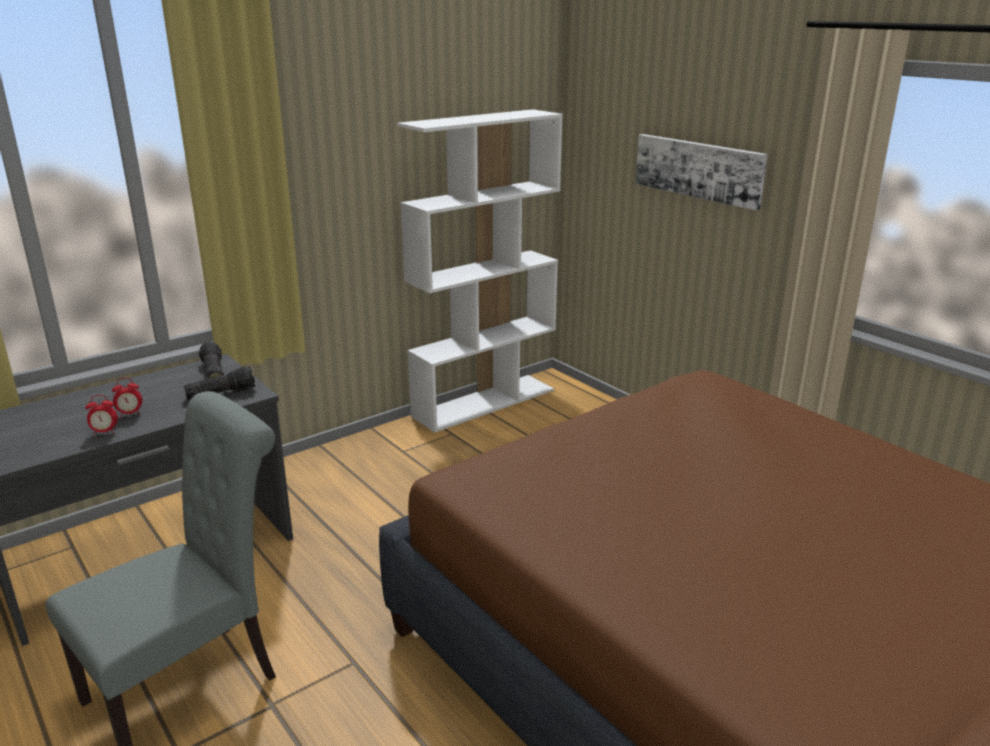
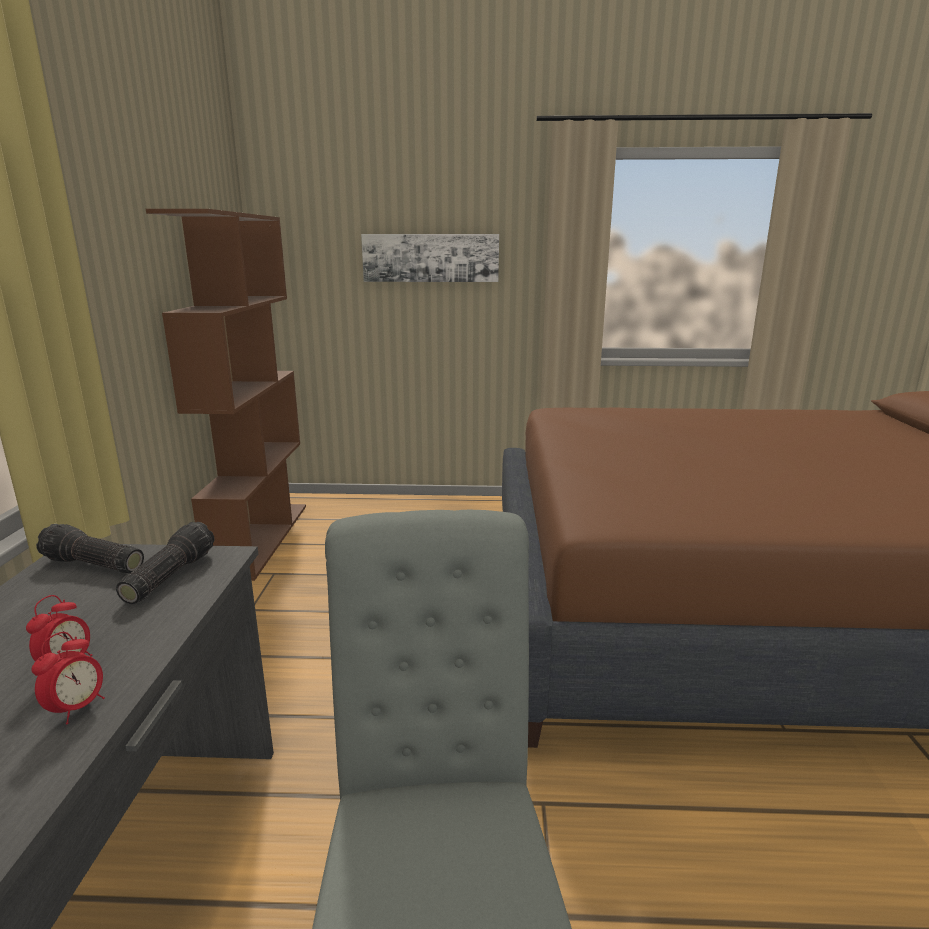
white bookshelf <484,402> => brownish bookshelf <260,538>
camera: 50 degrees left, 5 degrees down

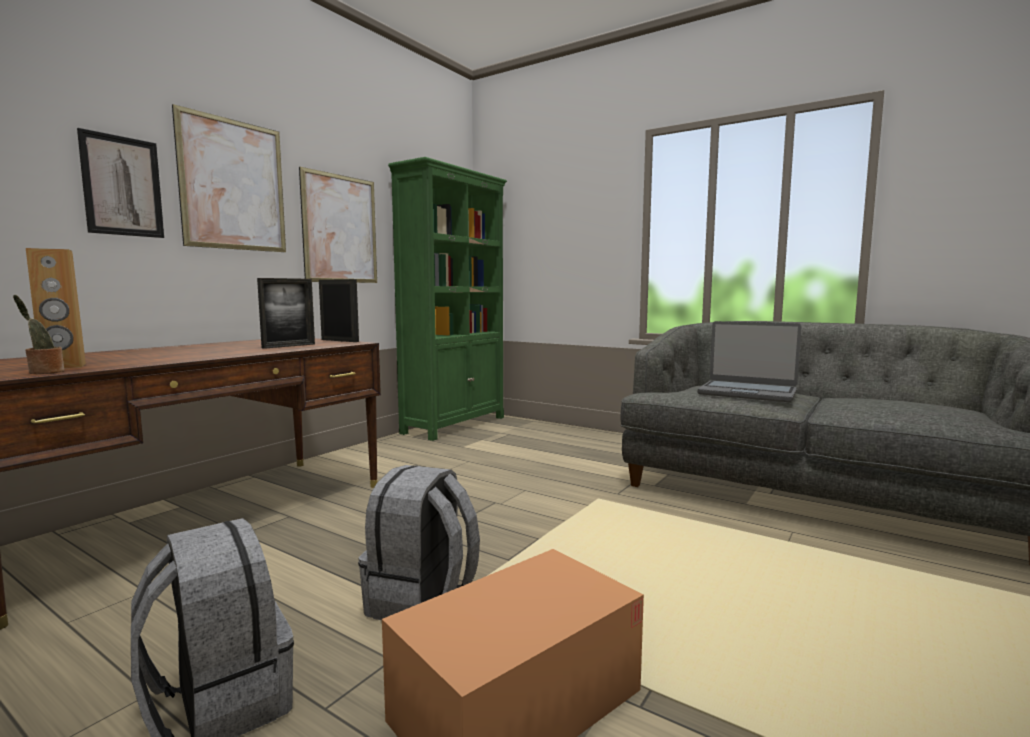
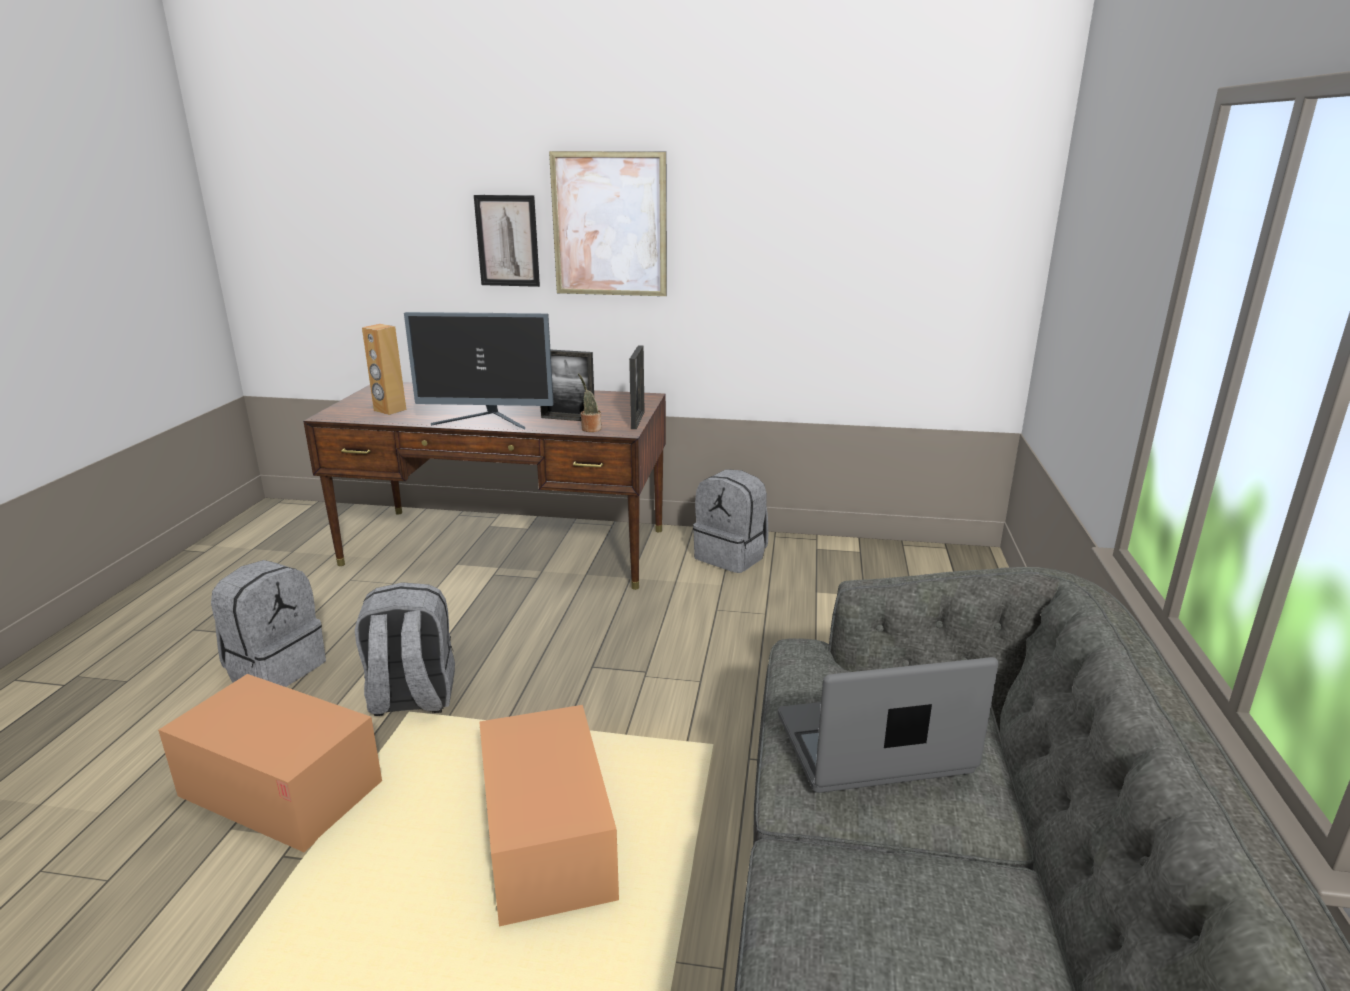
nothing => computer display <487,421>
nothing => carton <547,839>
plant in a pot <44,372> => plant in a pot <590,428>, moved
nothing => grey knapsack <732,556>
laptop <747,393> => laptop <873,746>, 75 degrees clockwise
picture <340,229> => nothing
greenish bookshelf <455,425> => nothing
camera: 65 degrees right, 15 degrees up

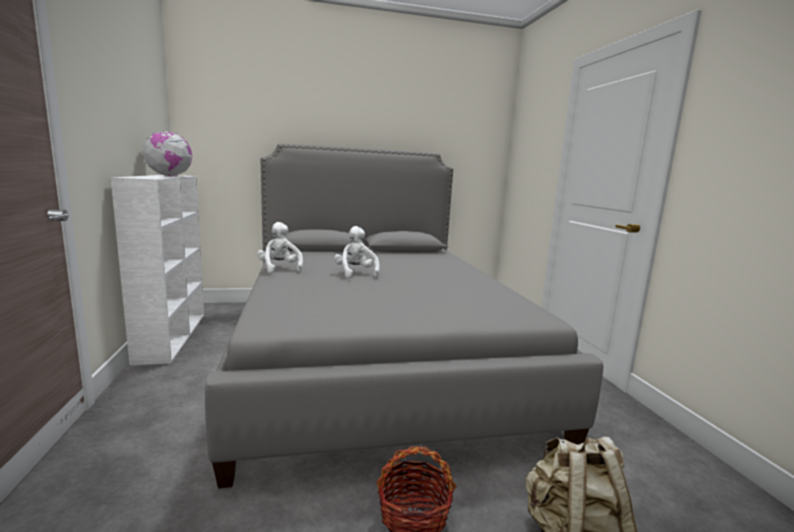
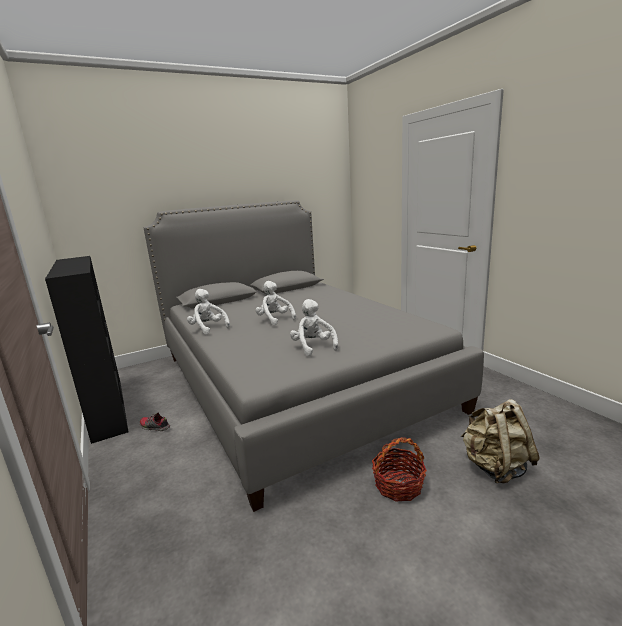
white bookshelf <172,336> => blackish bookshelf <107,408>
nothing => item of footwear <154,427>
nothing => white plush toy <313,347>
desk globe <169,176> => nothing
camera: 15 degrees left, 5 degrees up

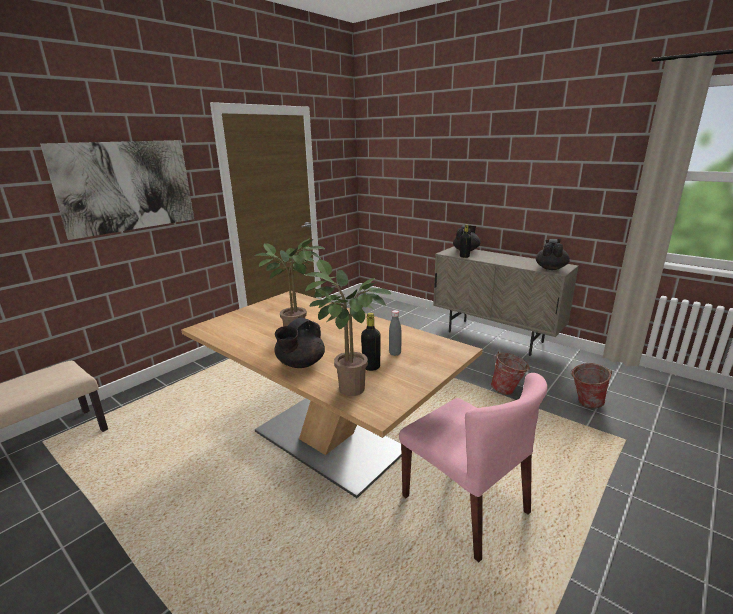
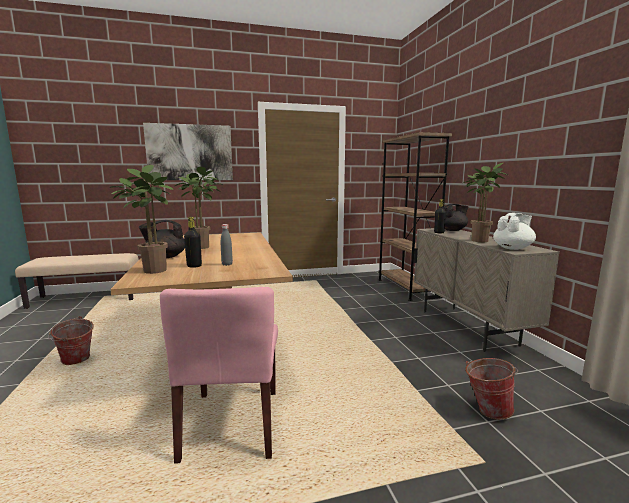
bucket <508,391> => bucket <76,362>, moved
nothing => brownish bookshelf <405,288>
nothing => plant in a pot <478,240>
blackish teapot <550,268> => white teapot <513,248>
camera: 35 degrees right, 10 degrees down

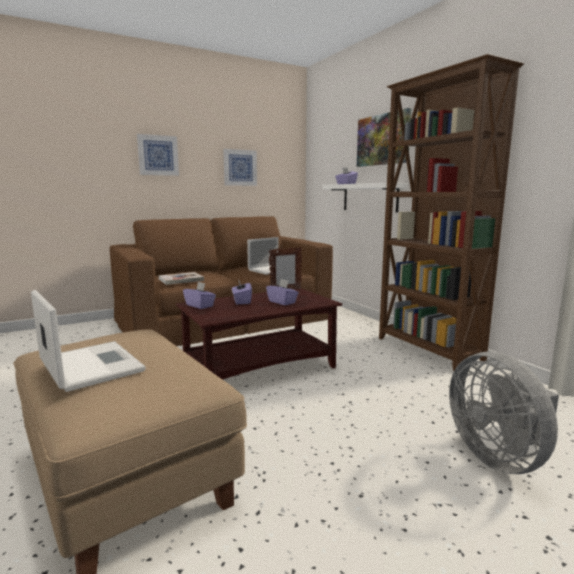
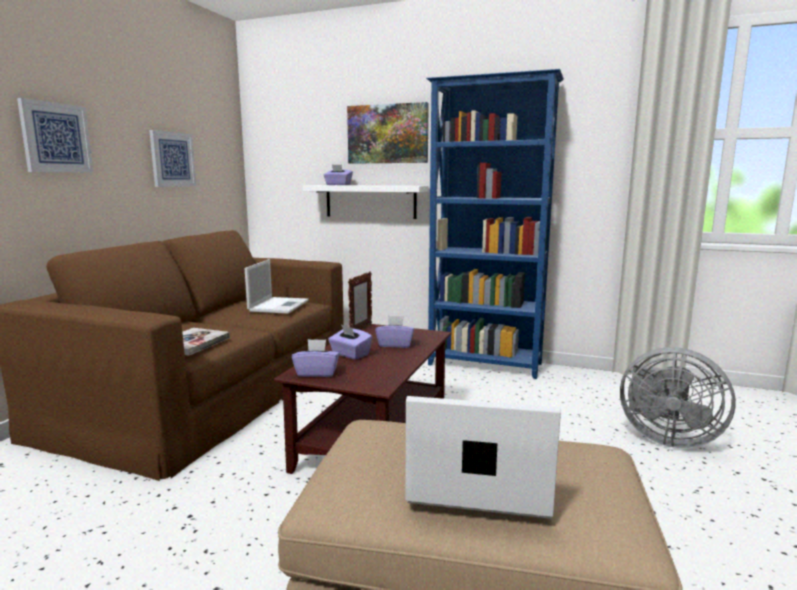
brownish bookshelf <428,350> => bluish bookshelf <485,365>
camera: 40 degrees left, 0 degrees up

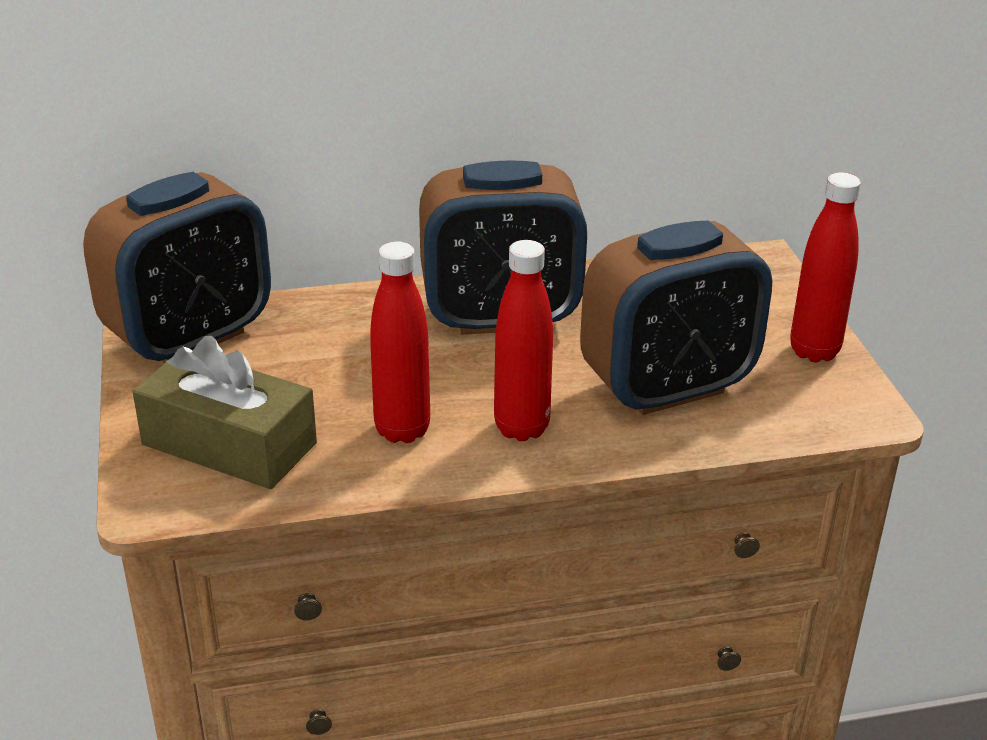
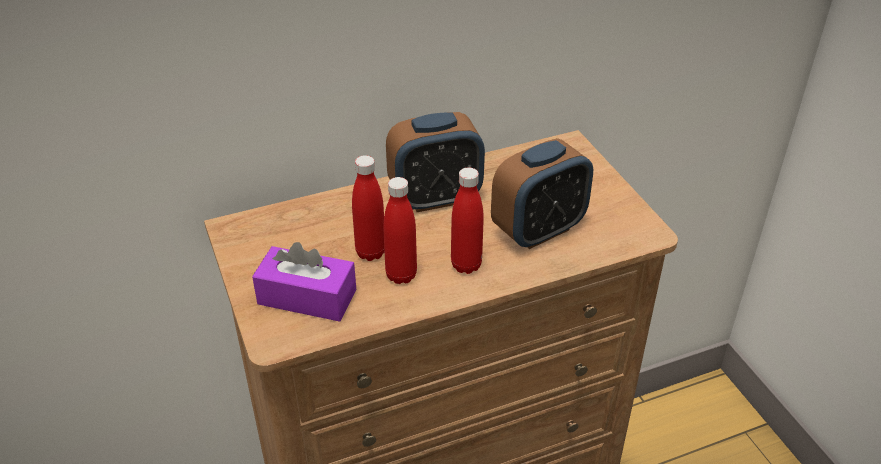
brownish tissue box <229,444> => purple tissue box <307,297>
red beverage bottle <814,351> => red beverage bottle <370,252>, moved
table clock <191,336> => nothing
camera: 10 degrees left, 5 degrees up

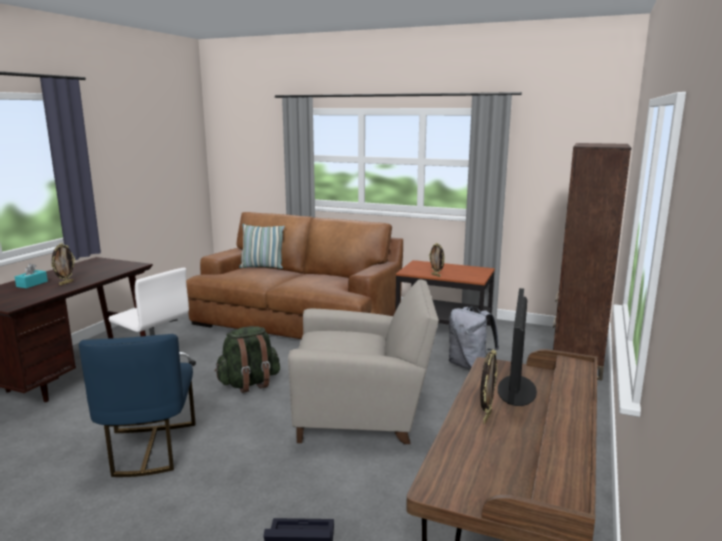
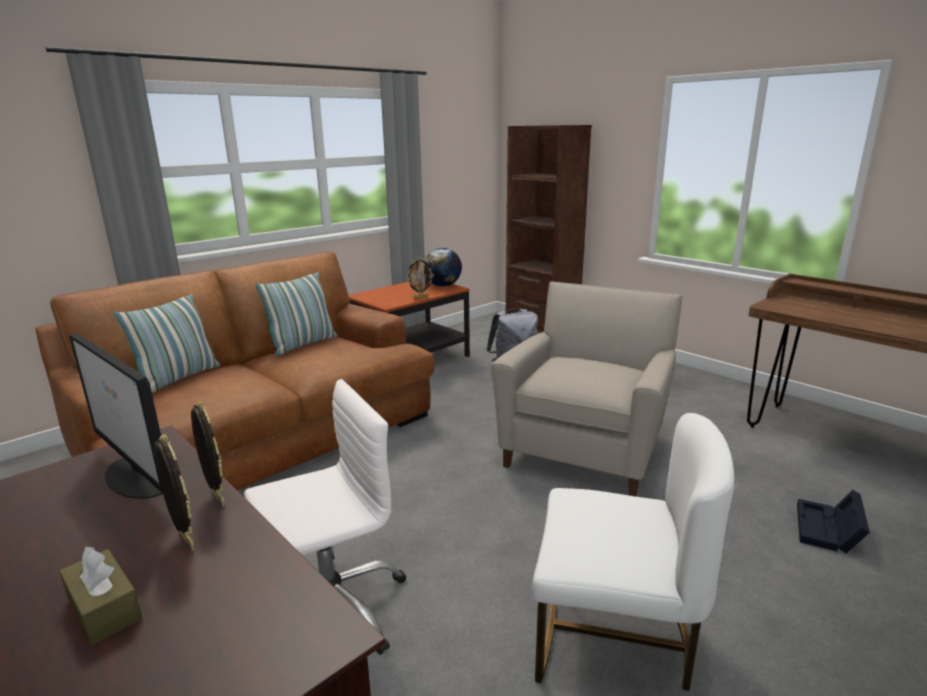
turquoise tissue box <32,284> => brownish tissue box <104,609>
computer display <516,390> => computer display <140,476>, moved
picture frame <486,417> => picture frame <216,498>, moved
nothing => throw pillow <302,345>
nothing => desk globe <443,286>
bluish upright chair <149,449> => white upright chair <613,637>
greenish knapsack <249,383> => nothing
camera: 65 degrees left, 5 degrees up

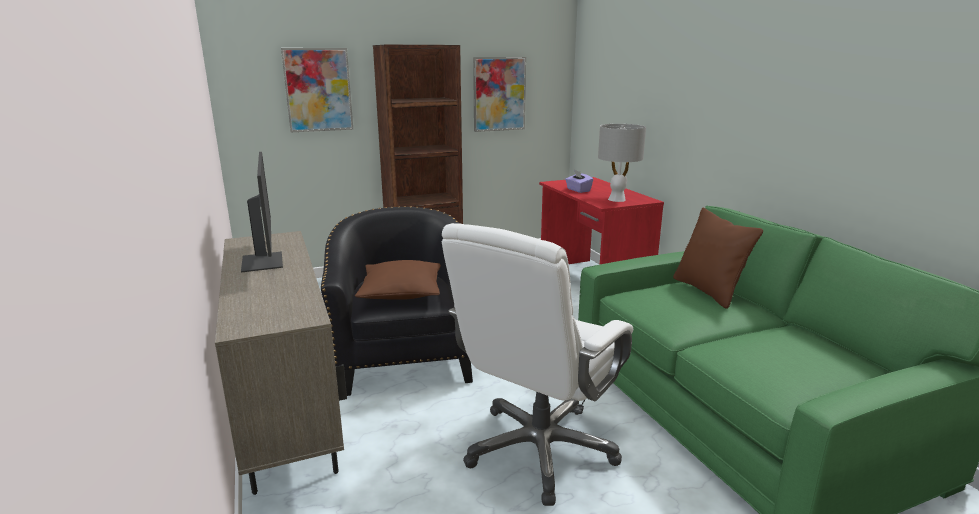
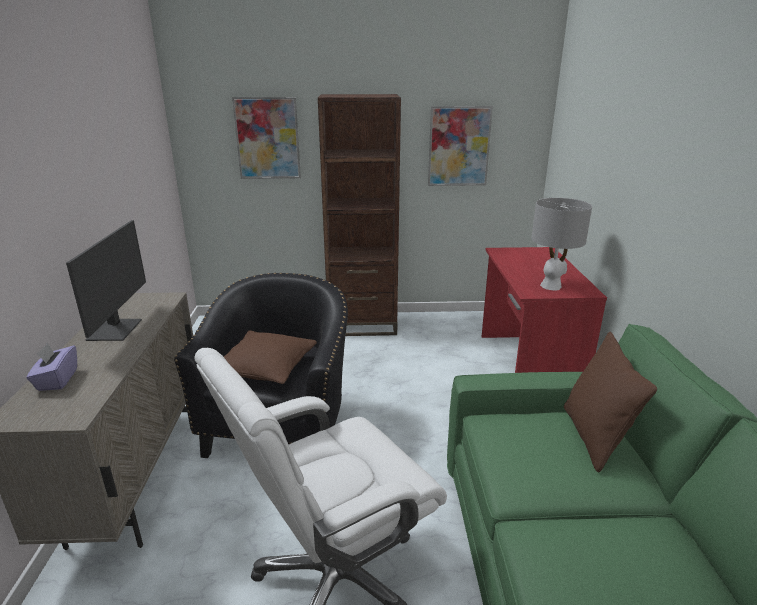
purple tissue box <578,190> => purple tissue box <57,380>, moved
camera: 20 degrees right, 5 degrees up

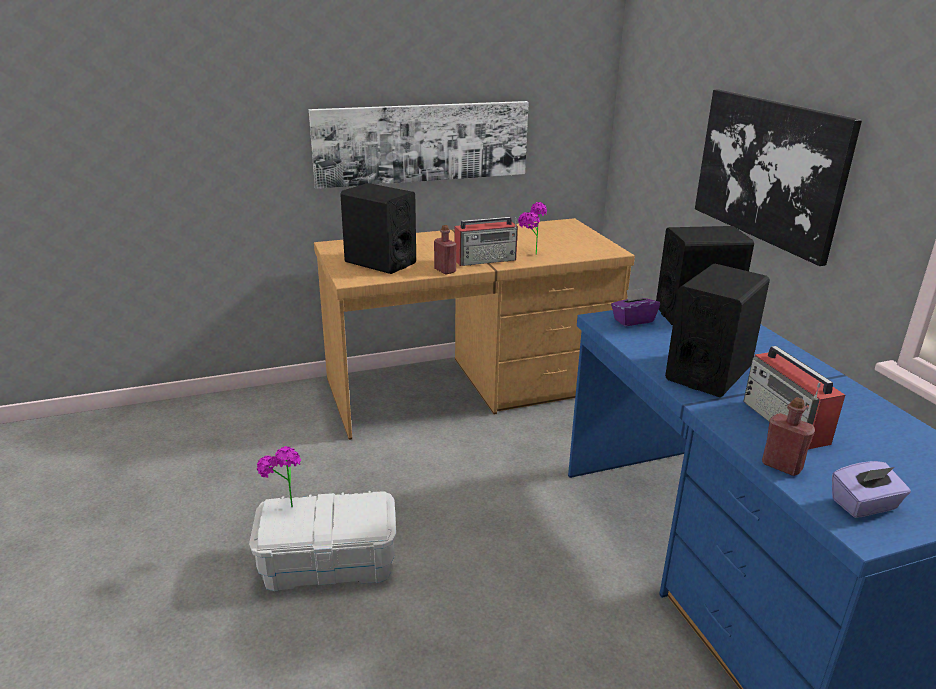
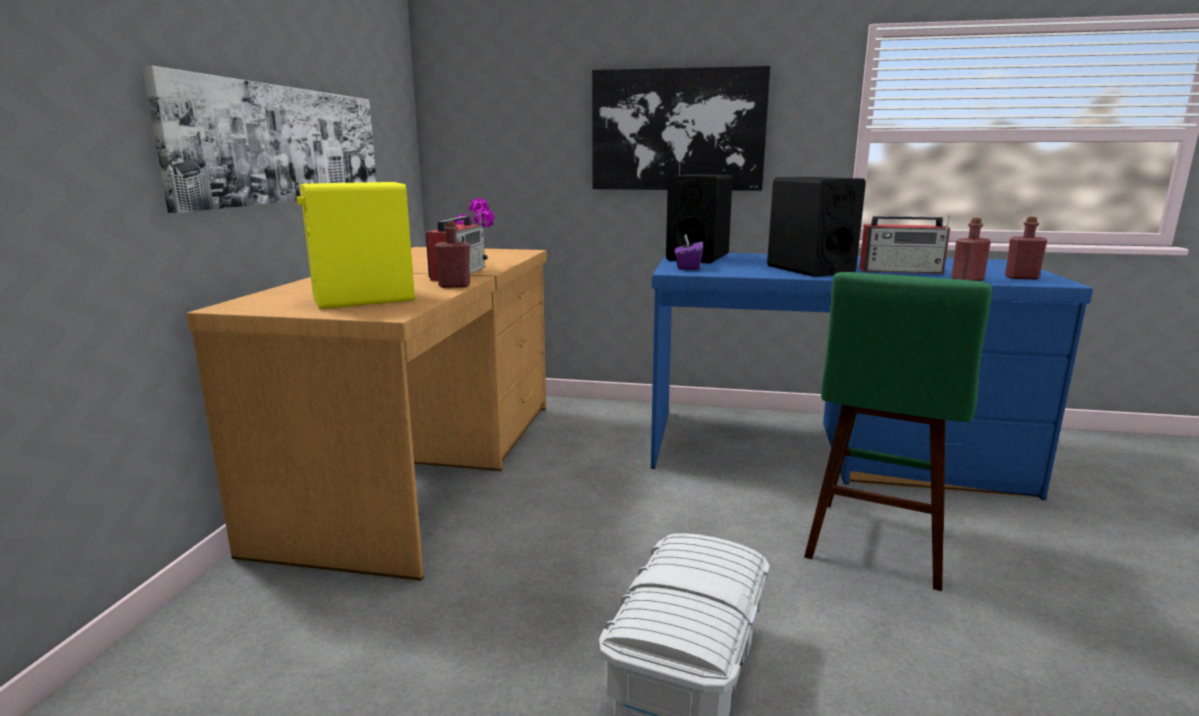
blackish audio speaker <380,262> => yellowish audio speaker <362,299>
nothing => greenish stool <875,546>
purple tissue box <864,505> => red beverage bottle <1021,277>
plant in a pot <285,503> => nothing
camera: 60 degrees left, 10 degrees down

